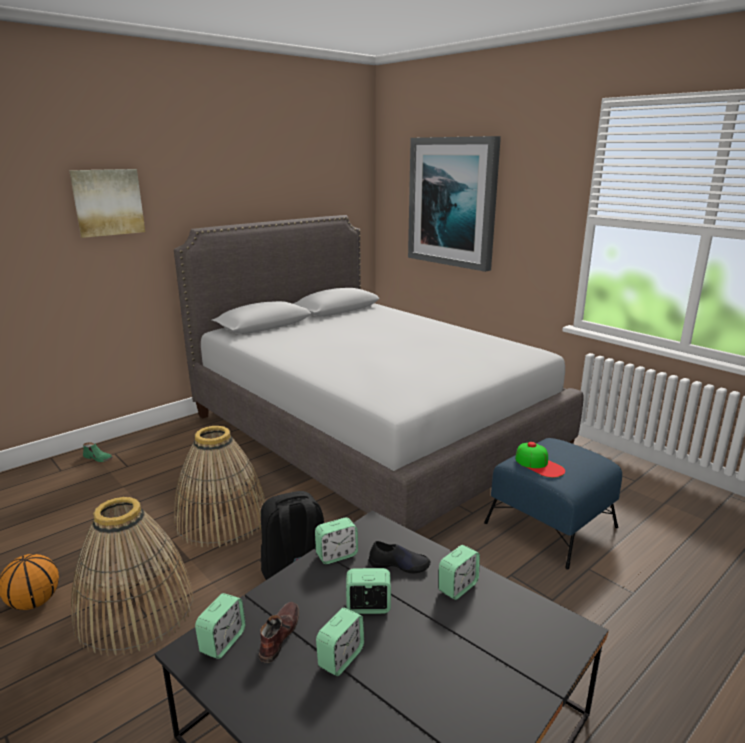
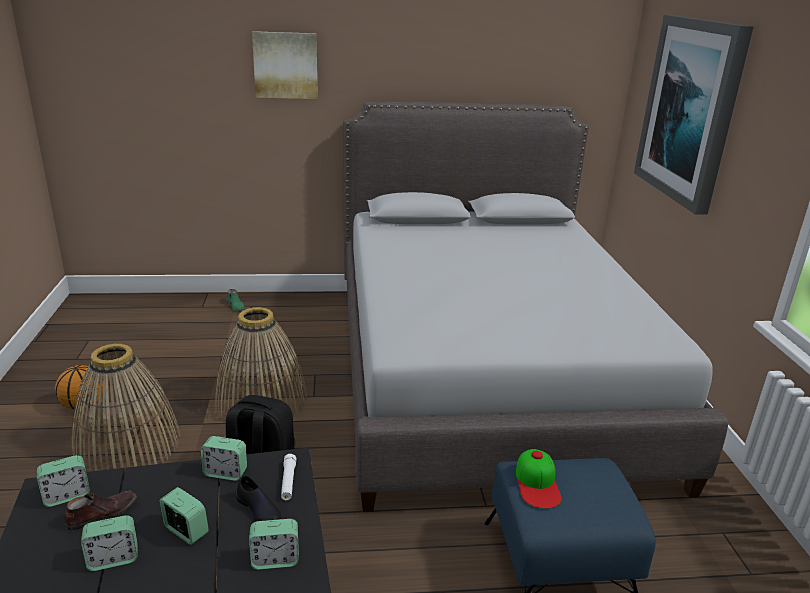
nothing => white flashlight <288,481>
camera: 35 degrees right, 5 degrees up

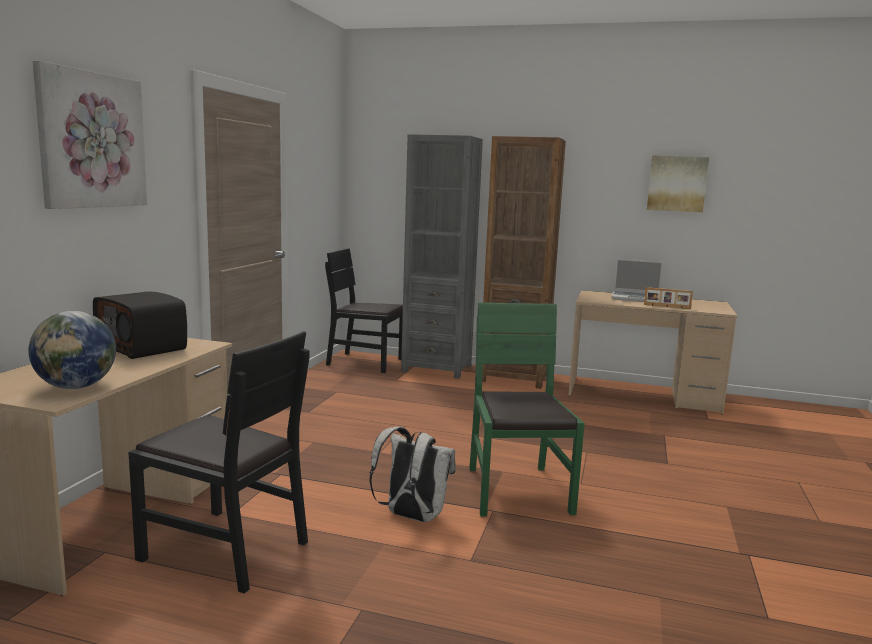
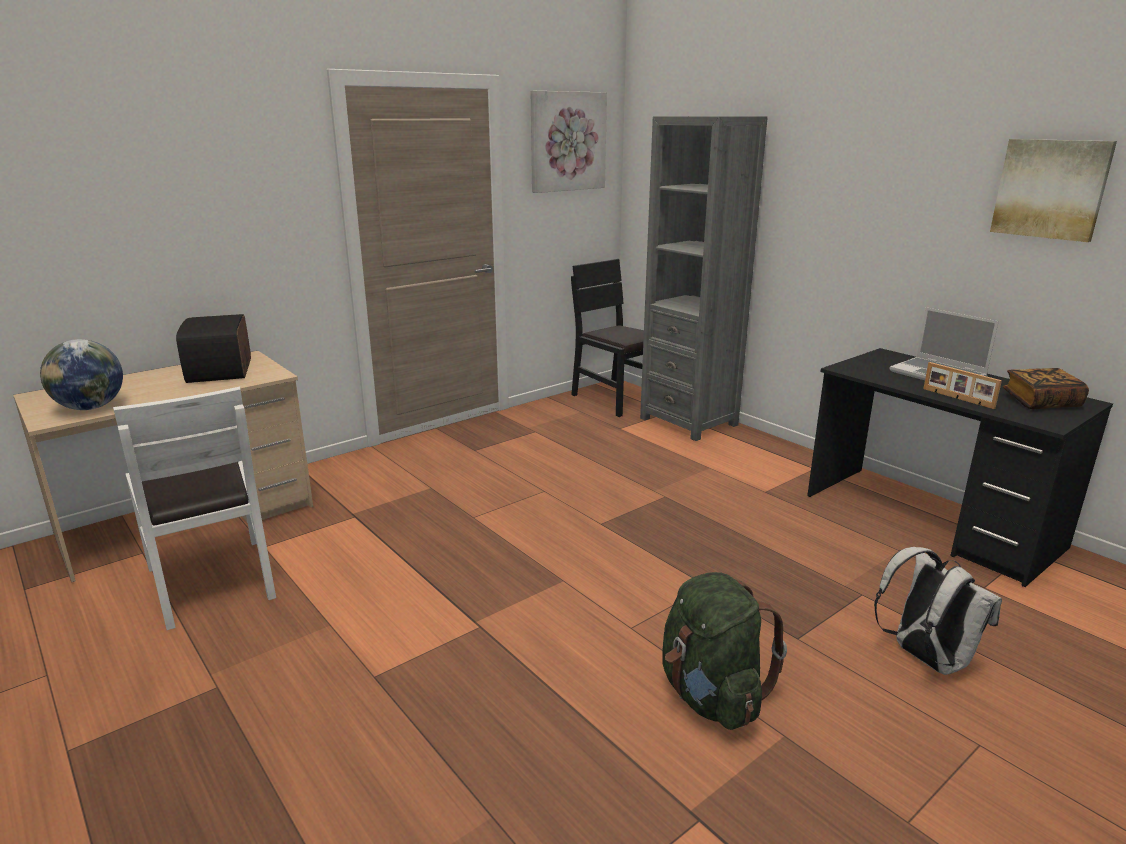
blackish upright chair <225,549> => white upright chair <213,581>
picture <91,140> => picture <567,141>, moved
nothing => greenish knapsack <711,696>
beige-coloured desk <643,395> => blackish desk <930,521>
white knapsack <411,517> => white knapsack <925,658>, moved
nothing => bound book <1041,402>
greenish upright chair <517,490> => nothing
brownish bookshelf <514,377> => nothing
camera: 35 degrees right, 10 degrees up

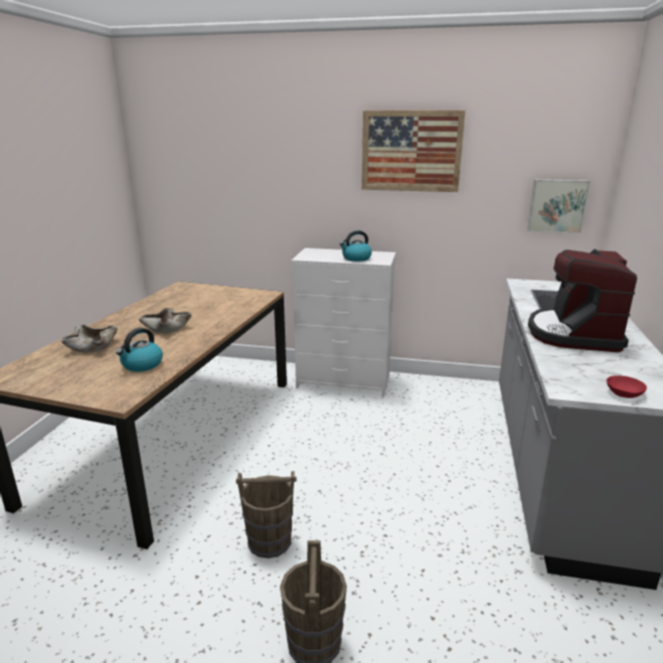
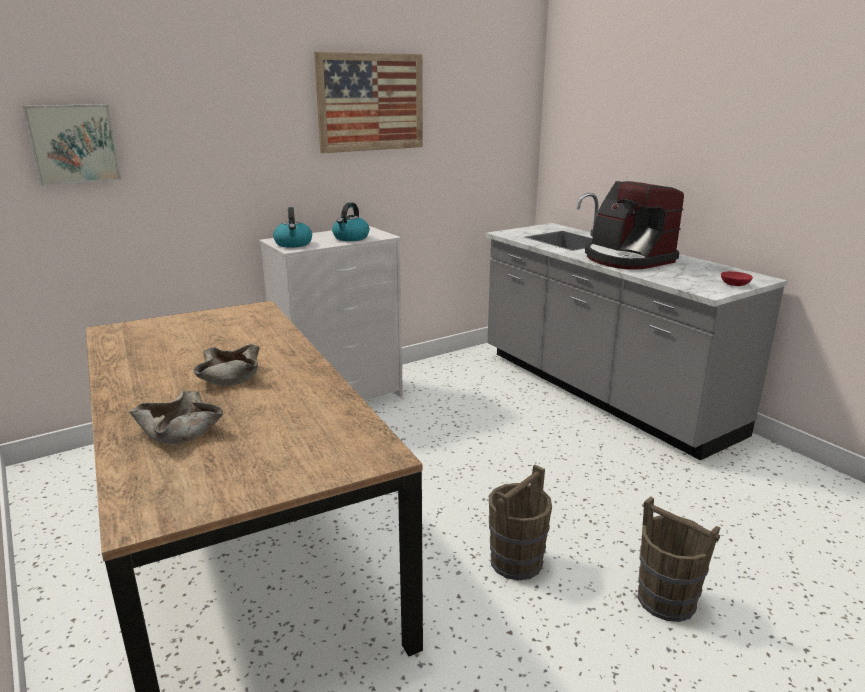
picture <557,205> => picture <73,144>, moved
tea kettle <142,365> => tea kettle <293,244>, moved
camera: 45 degrees left, 0 degrees up

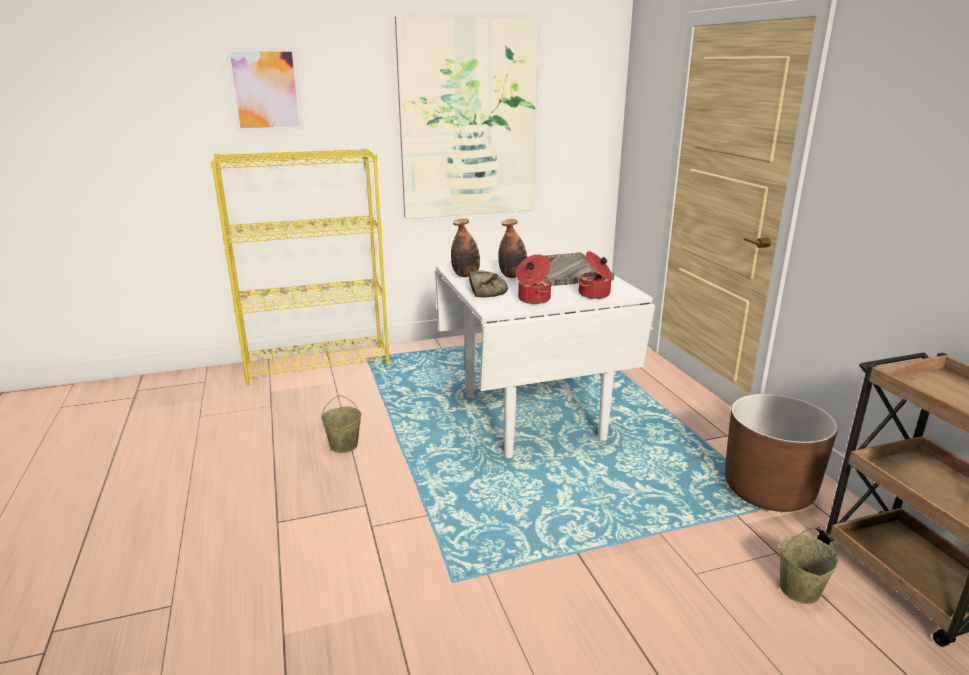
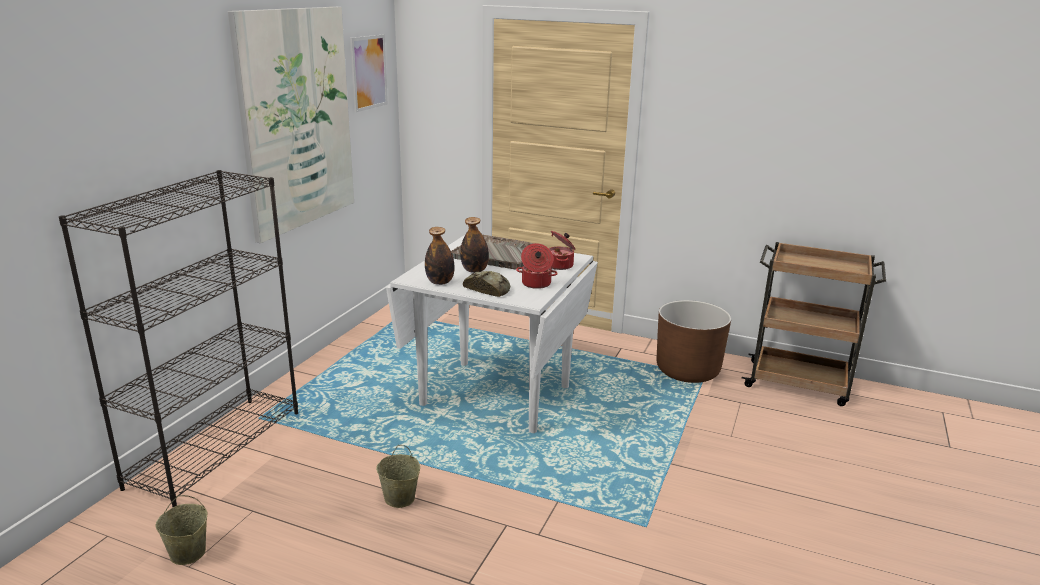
yellowish bookshelf <318,364> => blackish bookshelf <217,448>
beige-coloured bucket <799,590> => beige-coloured bucket <188,553>, moved
picture <265,90> => picture <369,72>, moved
camera: 50 degrees left, 0 degrees up

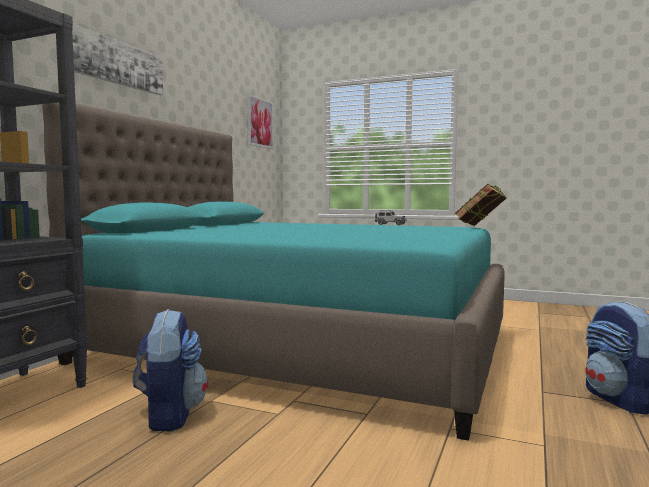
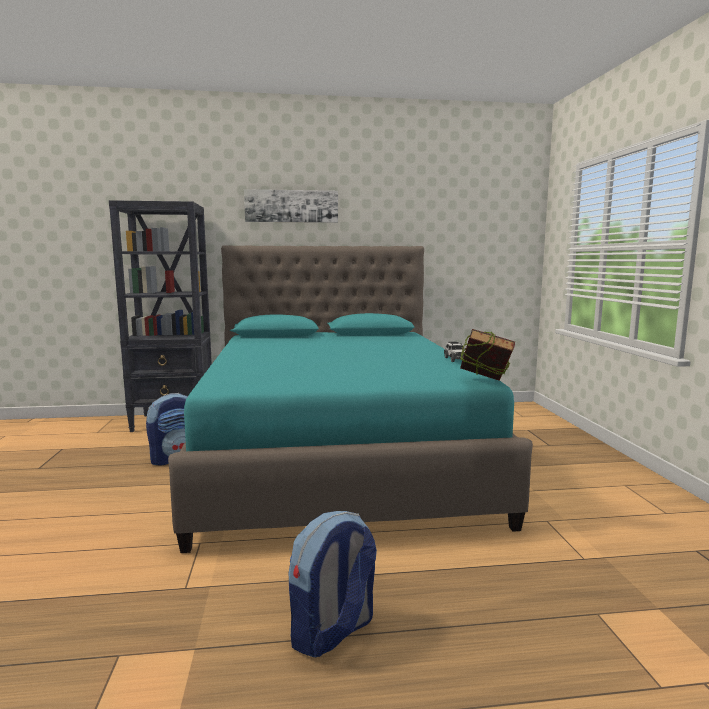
picture <260,122> => nothing
camera: 60 degrees right, 5 degrees up

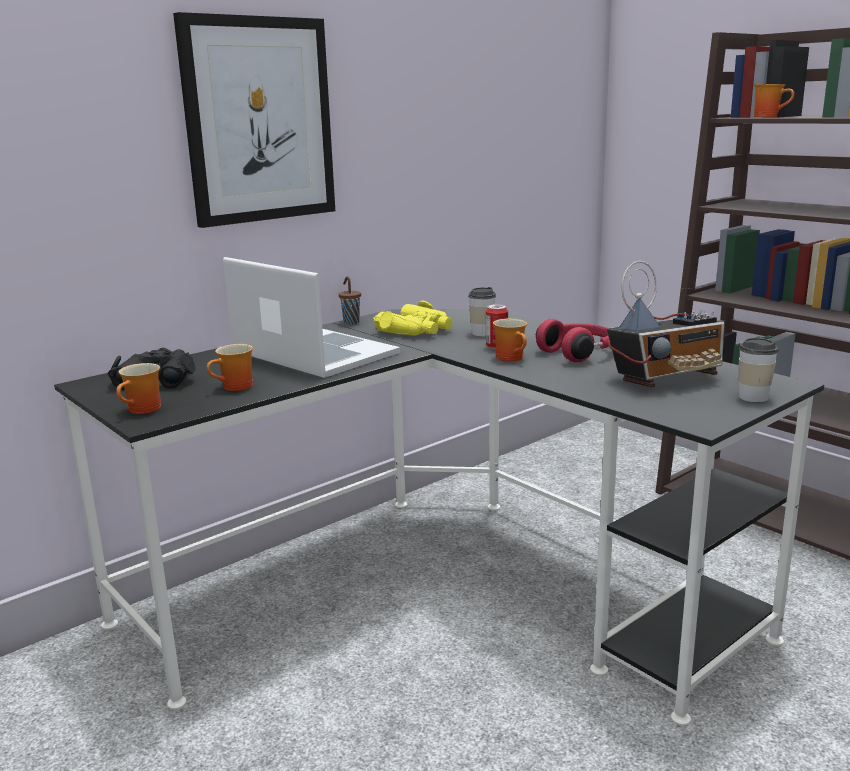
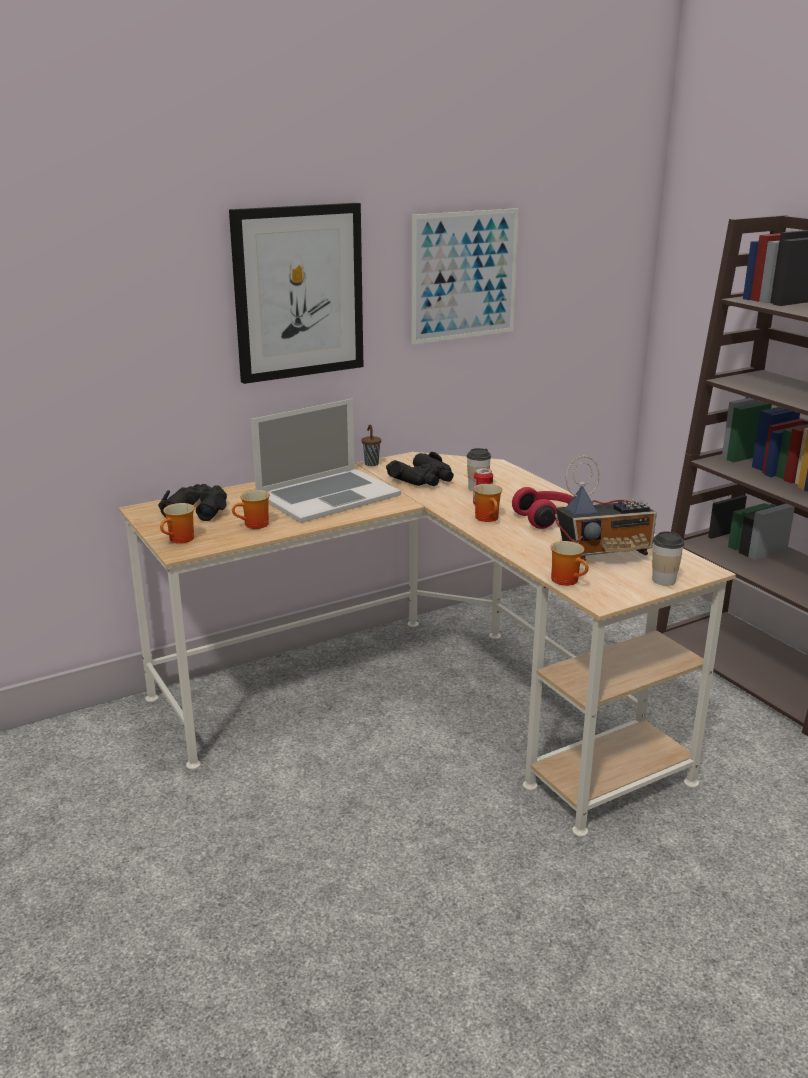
blackish desk <436,589> => beige-coloured desk <419,703>
laptop <313,352> => laptop <327,495>, 90 degrees clockwise
yellowish binoculars <417,330> => blackish binoculars <423,479>
nothing => picture <464,275>
coffee mug <769,116> => coffee mug <568,580>, moved
camera: 10 degrees right, 5 degrees up

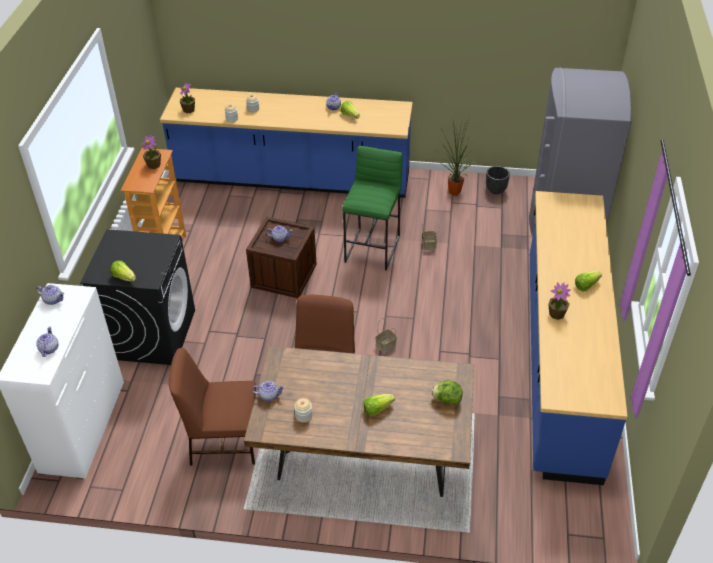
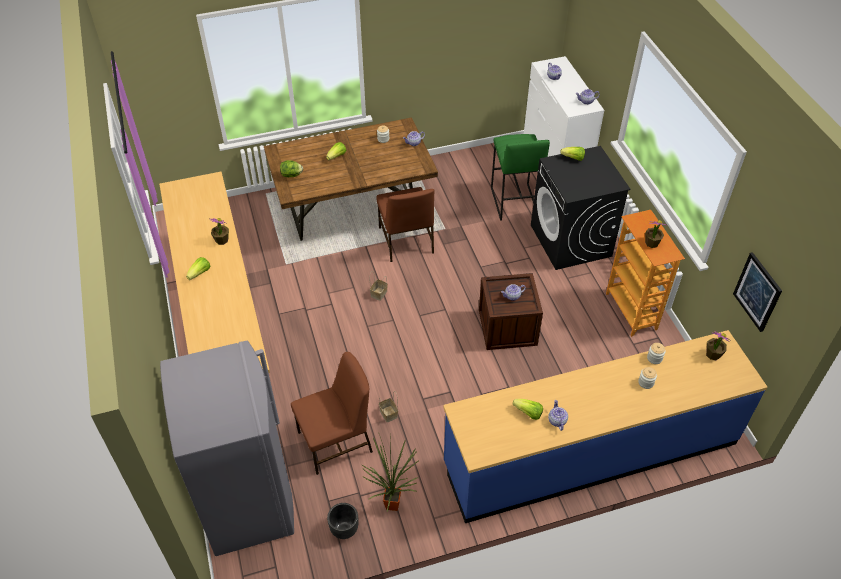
brownish upright chair <223,440> => brownish upright chair <336,442>, moved
greenish stool <373,249> => greenish stool <513,202>, moved
nothing => picture <757,292>
camera: 155 degrees right, 5 degrees up

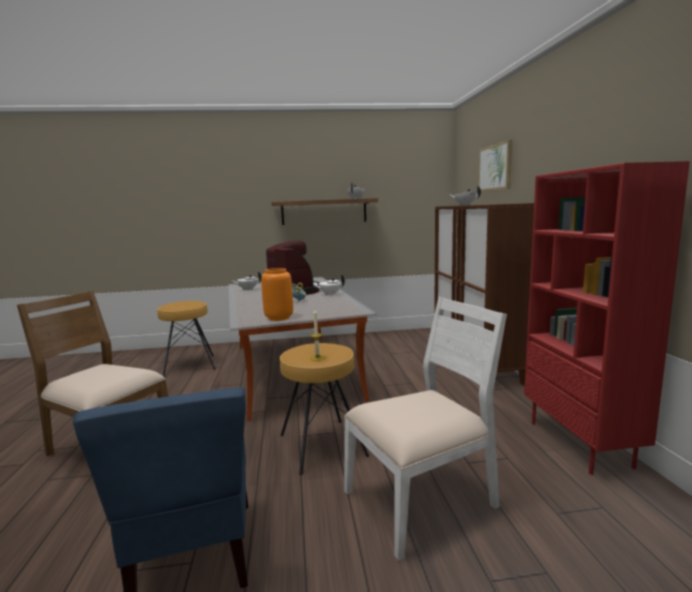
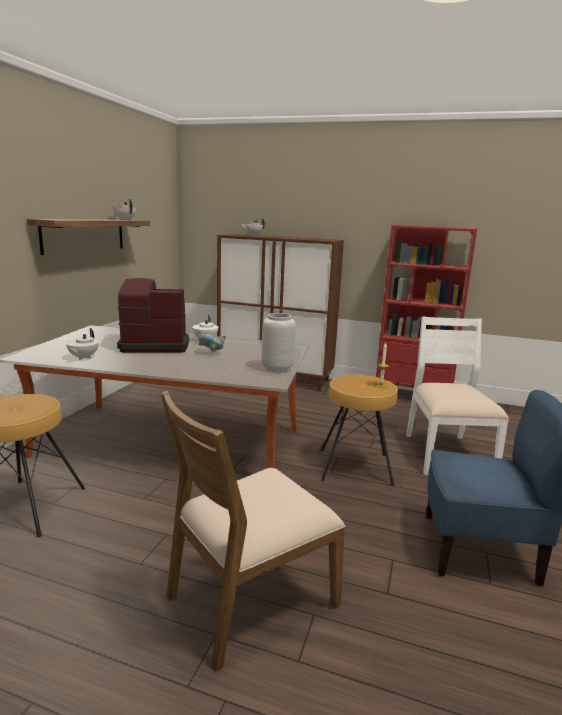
orange-coloured flower vase <278,318> => grey flower vase <276,369>
picture <495,167> => nothing
camera: 65 degrees left, 5 degrees up

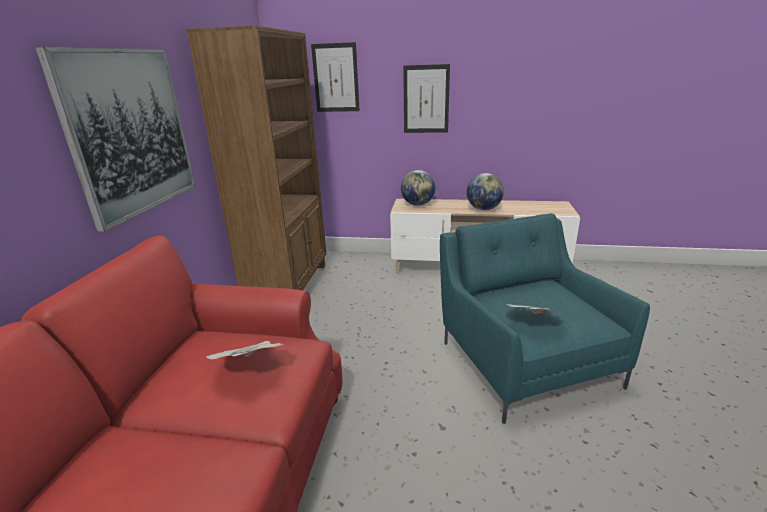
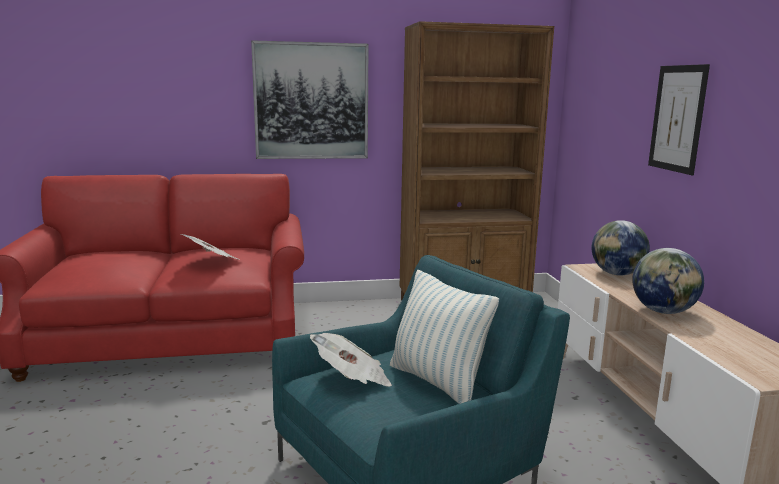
nothing => throw pillow <437,381>
picture <336,78> => nothing
camera: 70 degrees right, 10 degrees down

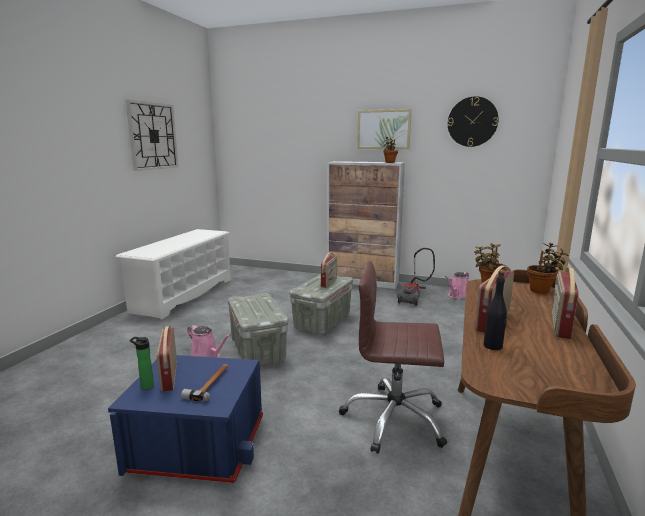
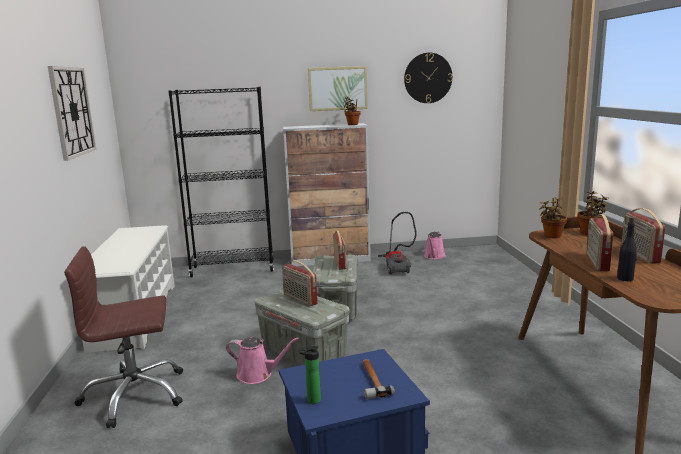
brownish desk chair <394,419> => brownish desk chair <134,395>, moved
nothing => blackish bookshelf <233,269>
radio set <168,376> => radio set <299,299>, moved
camera: 25 degrees left, 0 degrees up

